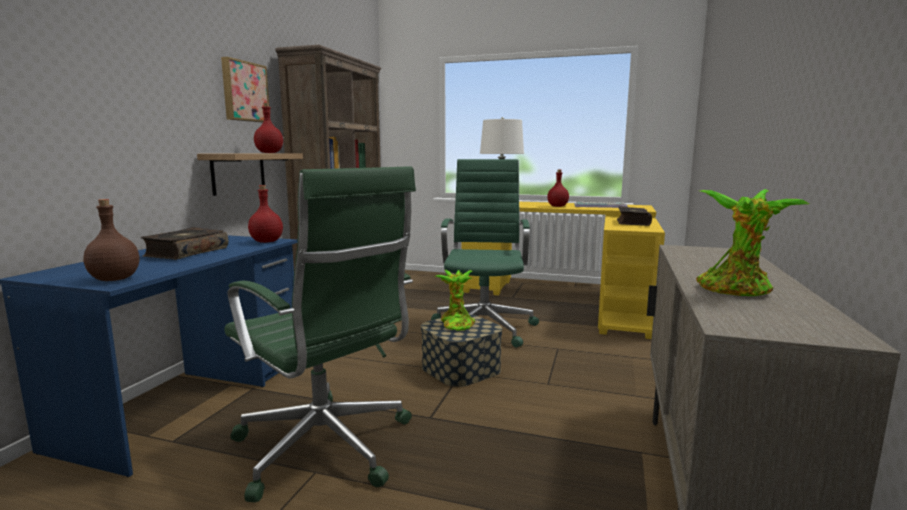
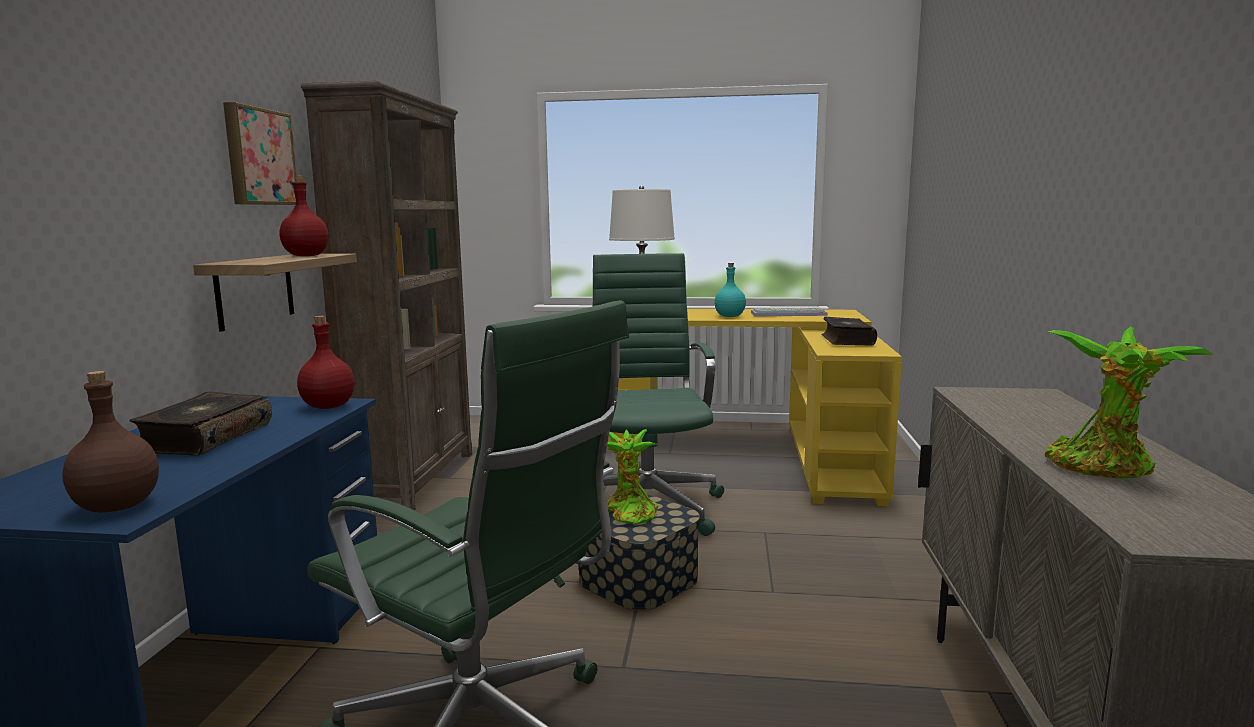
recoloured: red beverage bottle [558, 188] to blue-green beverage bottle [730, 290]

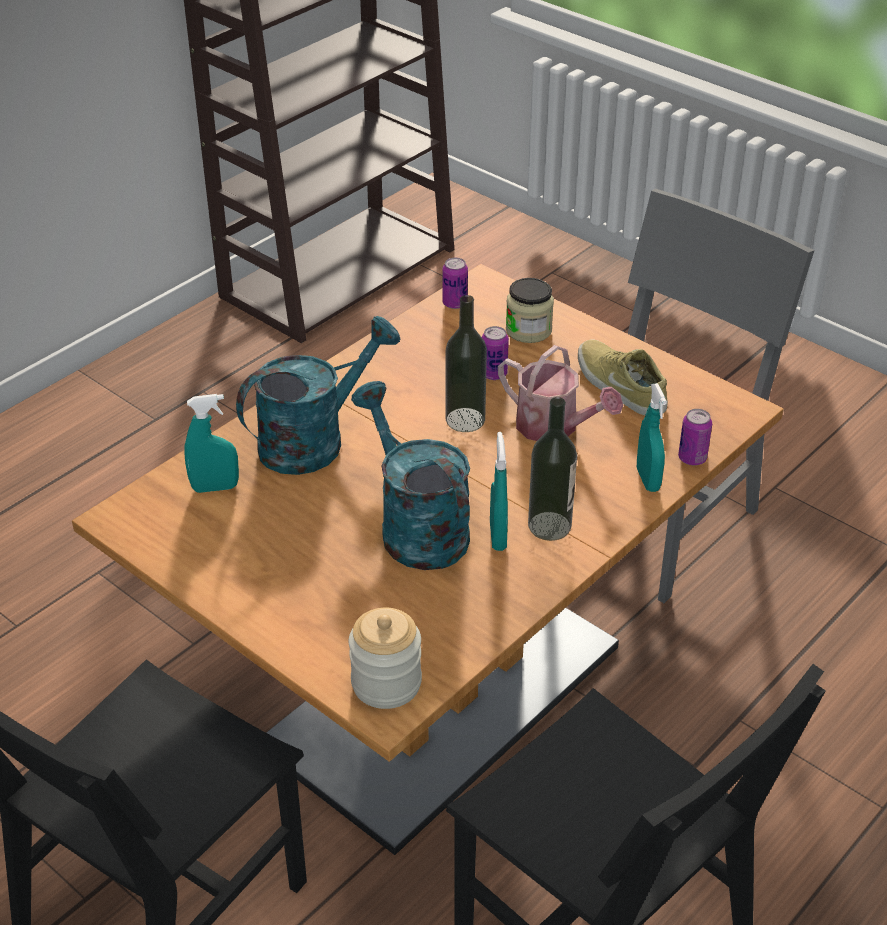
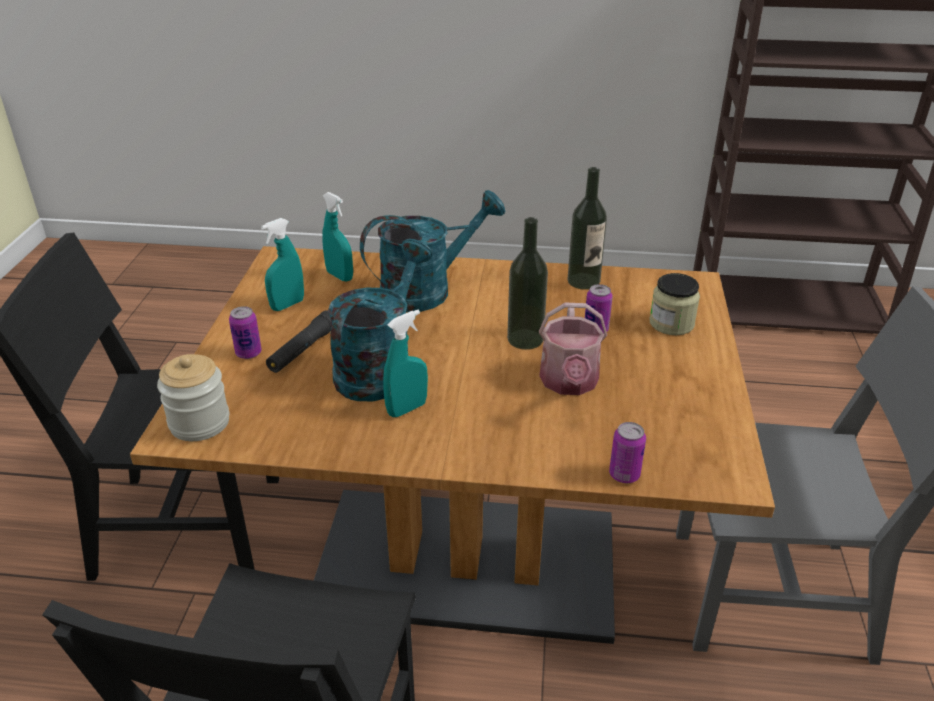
removed: sand-coloured item of footwear [623, 377]
added: blackish hand torch [298, 342]
moved: sealed can [455, 283] to [245, 332]; beverage bottle [552, 469] to [587, 228]; blue-green hand sprayer [652, 437] to [282, 264]
turned: blue-green sprinkling can [318, 395] = [432, 251] 45 degrees counterclockwise

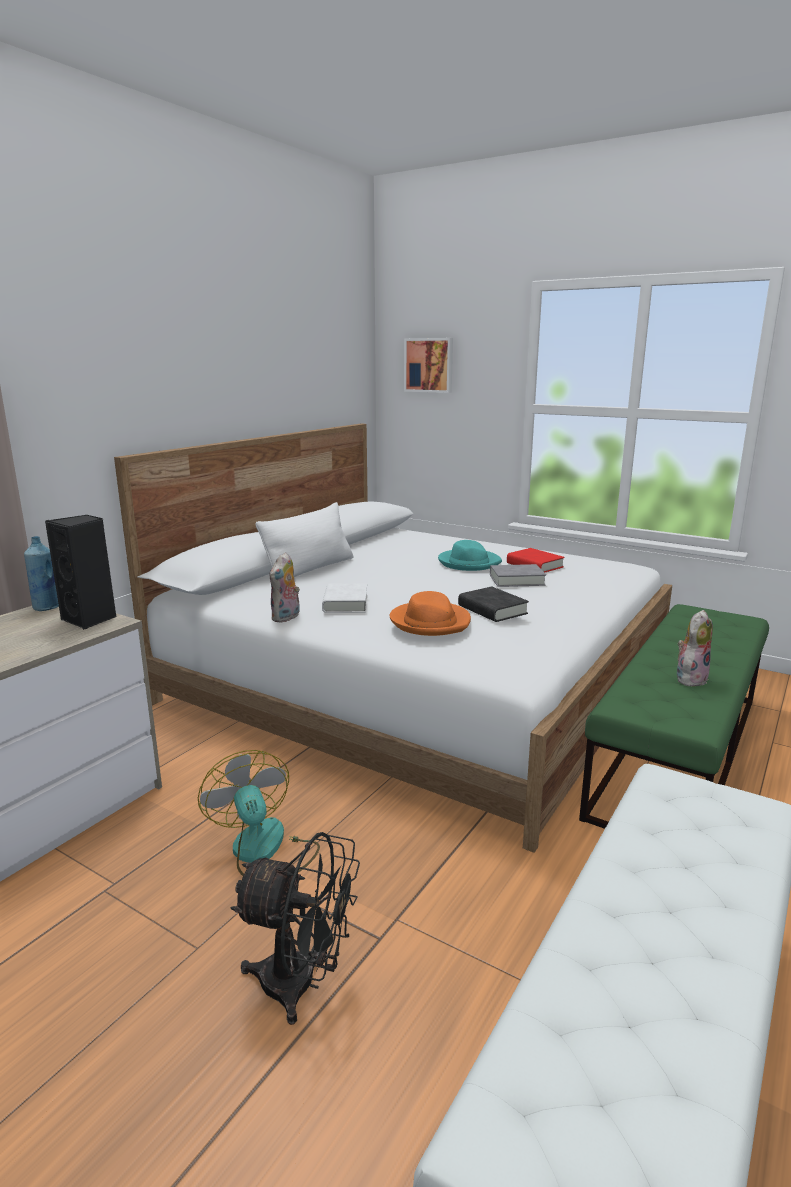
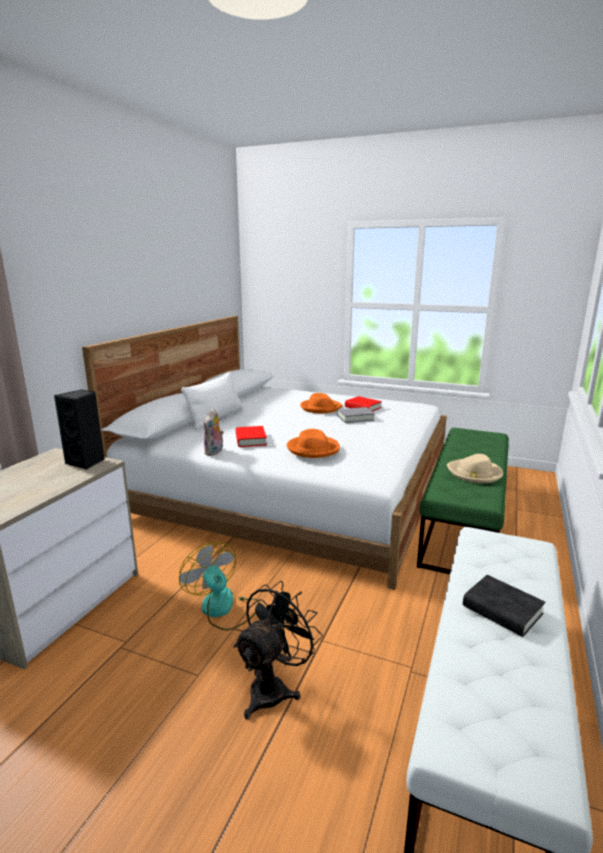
removed: blue beverage bottle [41, 573]; picture [428, 365]
moved: blackish bound book [493, 604] to [504, 606]
replaced: cuddly toy [695, 648] to sand-coloured wearable hat [475, 468]
recoloured: white-coloured bound book [344, 598] to red bound book [251, 436]; blue-green wearable hat [470, 555] to orangey wearable hat [321, 403]
turned: blackish electric fan [295, 928] = [278, 650] 60 degrees counterclockwise

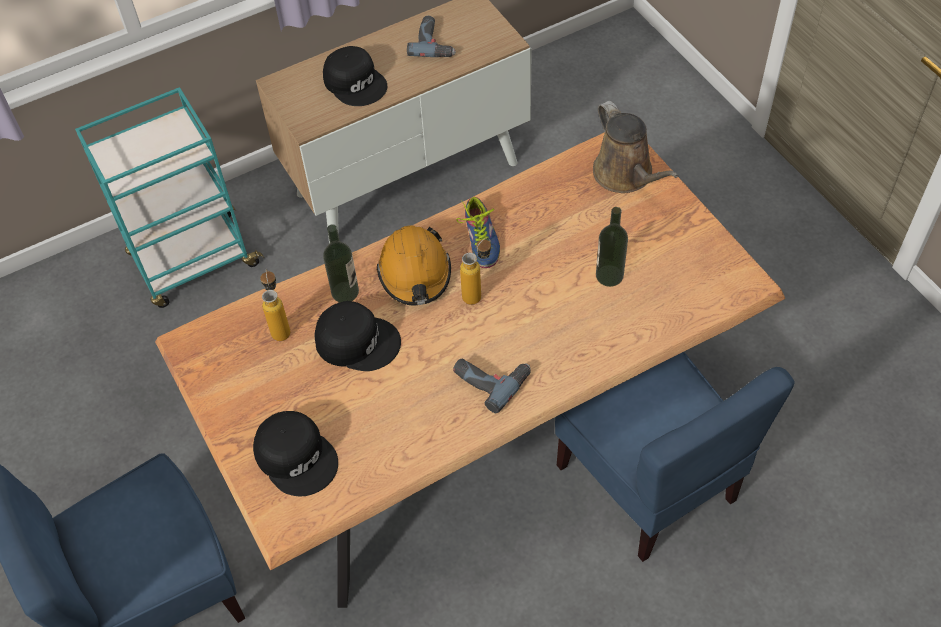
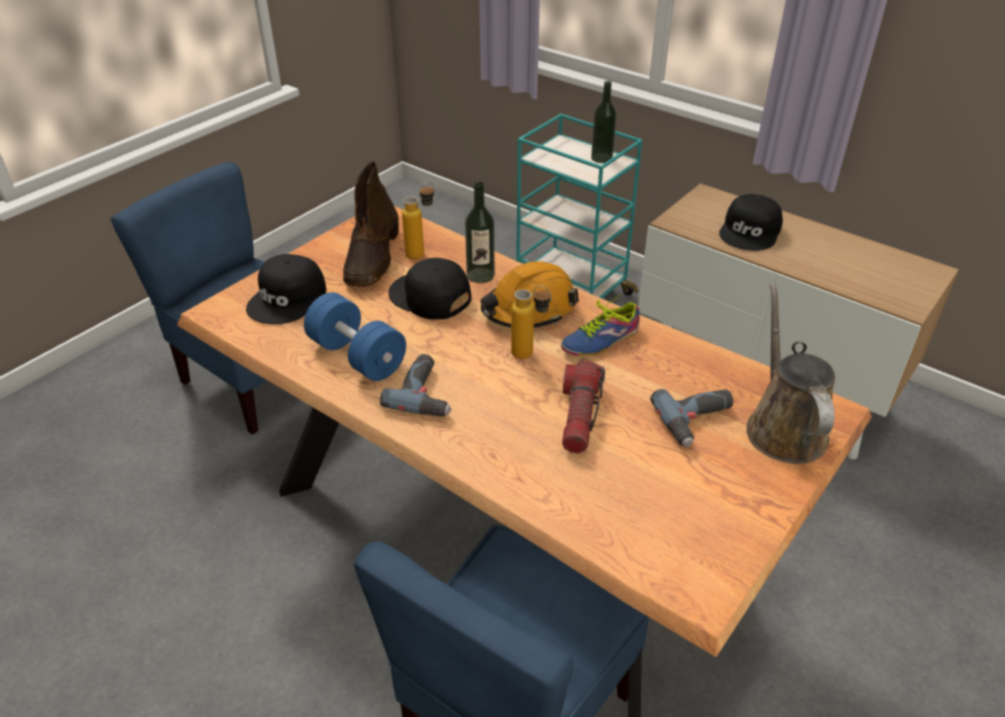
added: blue hand weight [355, 336]; brownish high-top boot [371, 224]; hand torch [583, 407]
moved: electric drill [431, 36] to [691, 418]; beverage bottle [612, 247] to [604, 122]
turned: blackish cap [357, 336] = [429, 289] 135 degrees clockwise; brownish sprinkling can [636, 147] = [790, 373] 135 degrees clockwise

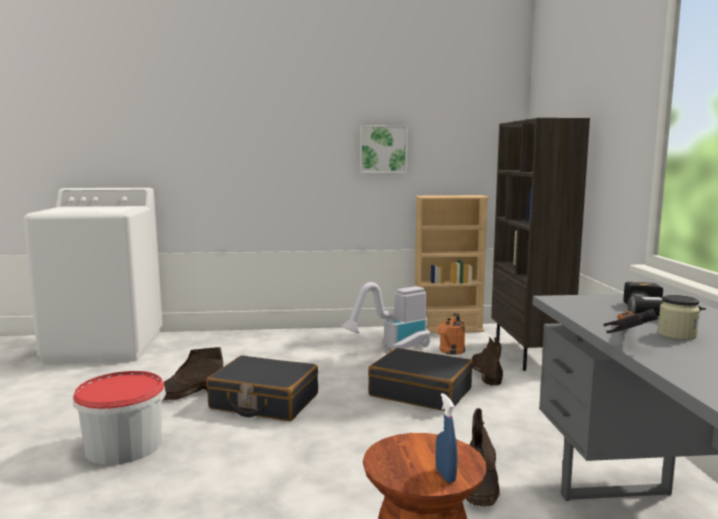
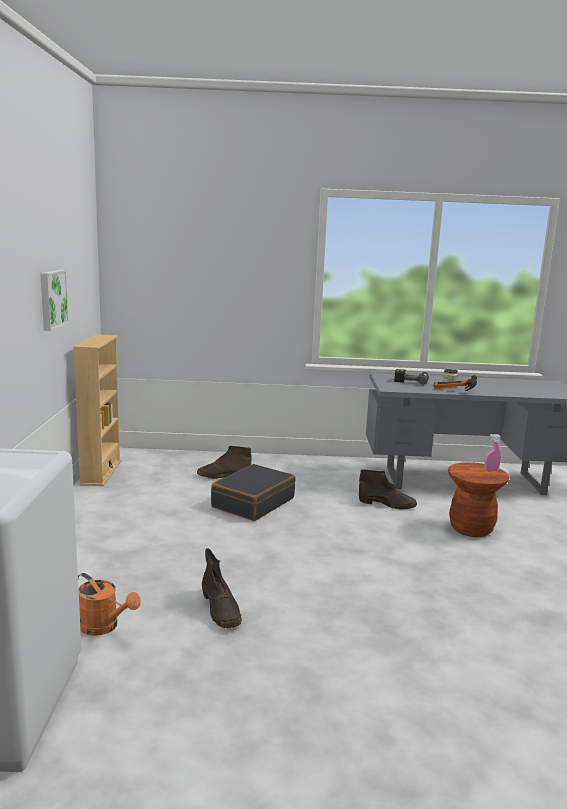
removed: water bucket [119, 418]; blackish piece of luggage [262, 388]; vacuum [385, 315]; brownish shelving unit [540, 244]
moved: orangey sprinkling can [450, 334] to [109, 604]
recoloured: blue hand sprayer [446, 438] to pinkish hand sprayer [492, 452]

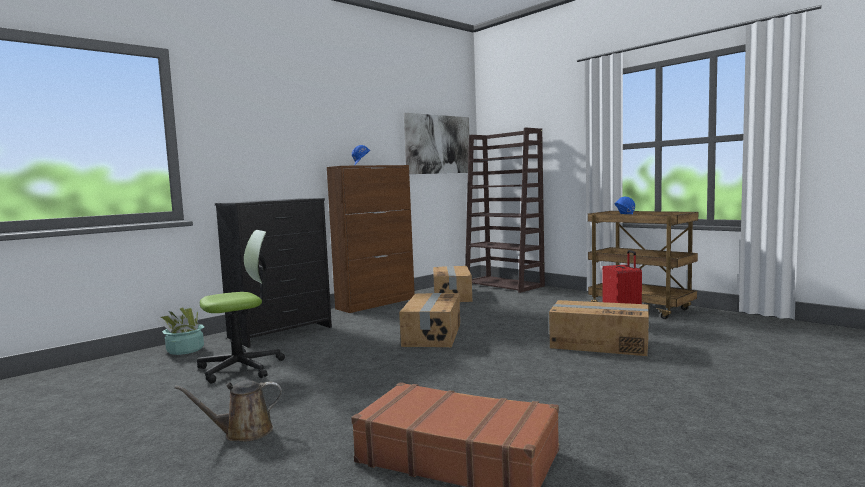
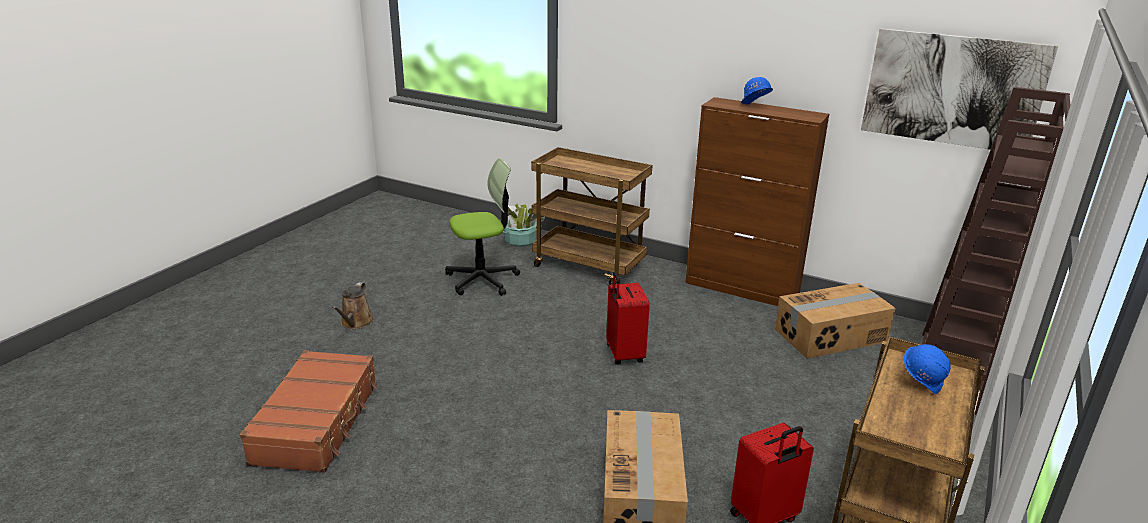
replaced: blackish drawer chest [273, 273] to brownish trolley [592, 216]; carton [429, 320] to red piece of luggage [628, 318]
turned: brownish sprinkling can [228, 411] = [353, 305] 135 degrees counterclockwise; computer chair [241, 306] = [482, 227] 60 degrees counterclockwise

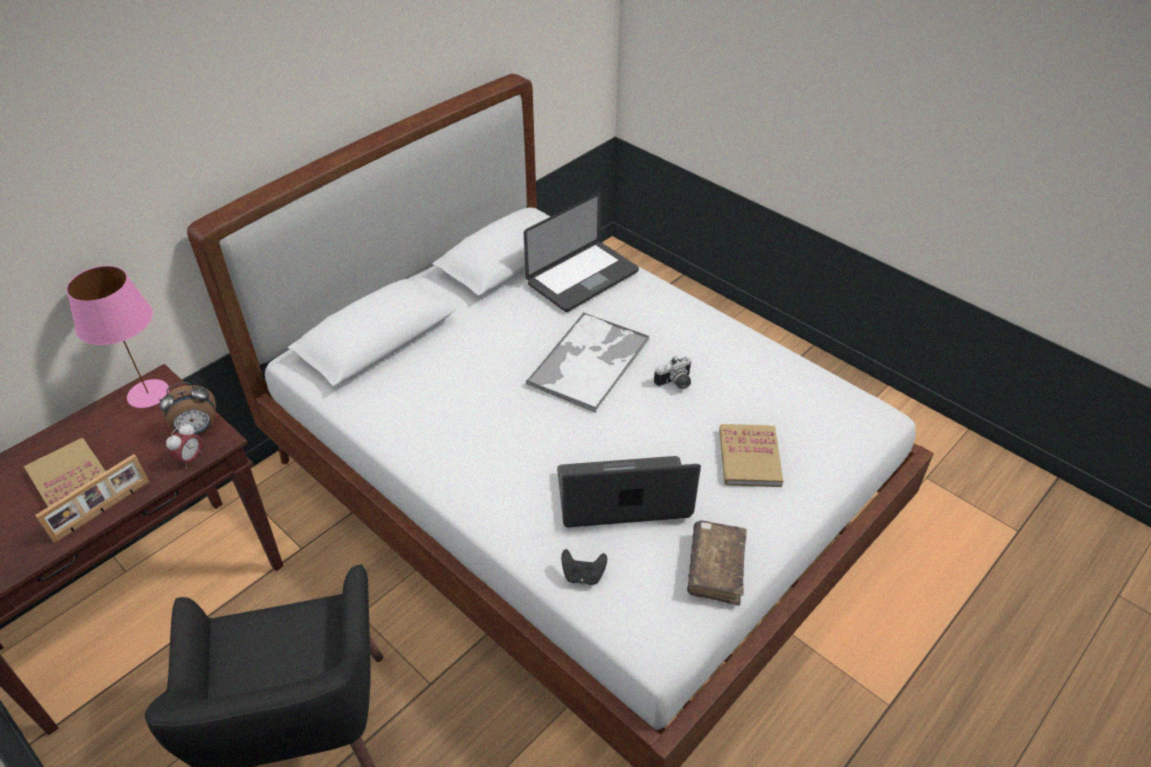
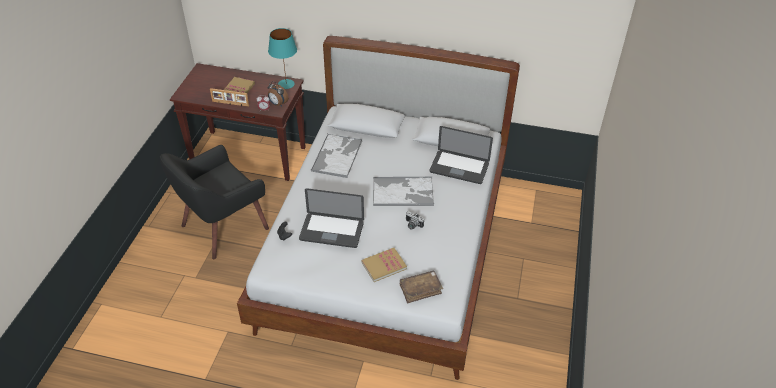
added: serving tray [337, 156]
moved: brownish bound book [717, 563] to [421, 286]
recoloured: pinkish table lamp [117, 337] to blue-green table lamp [282, 58]
turned: notebook computer [629, 491] = [331, 218] 135 degrees clockwise

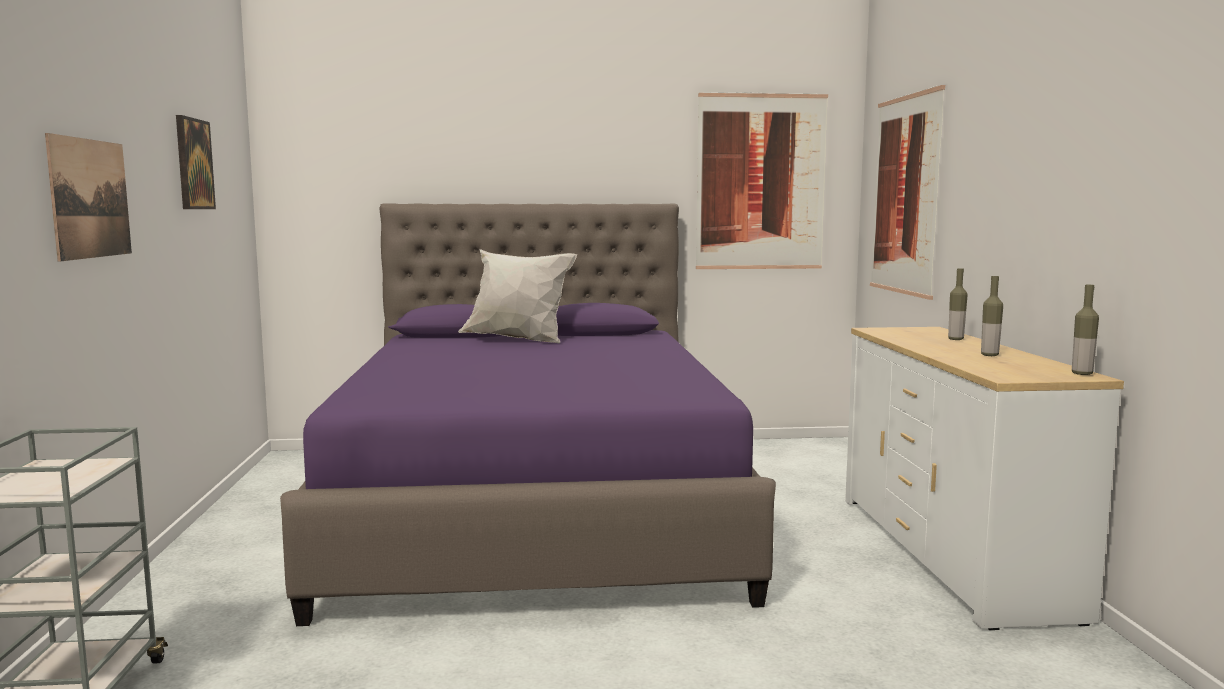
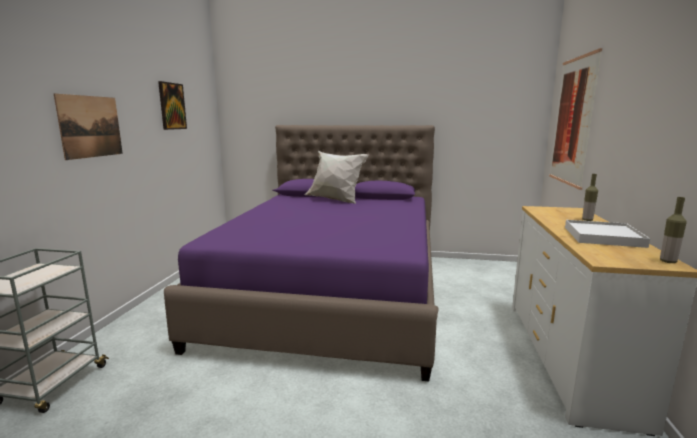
removed: picture [762, 180]
replaced: beverage bottle [992, 316] to white-coloured serving tray [607, 234]

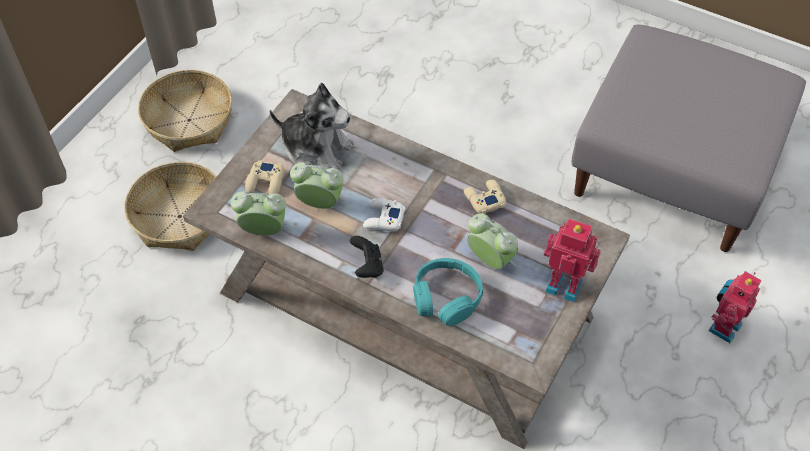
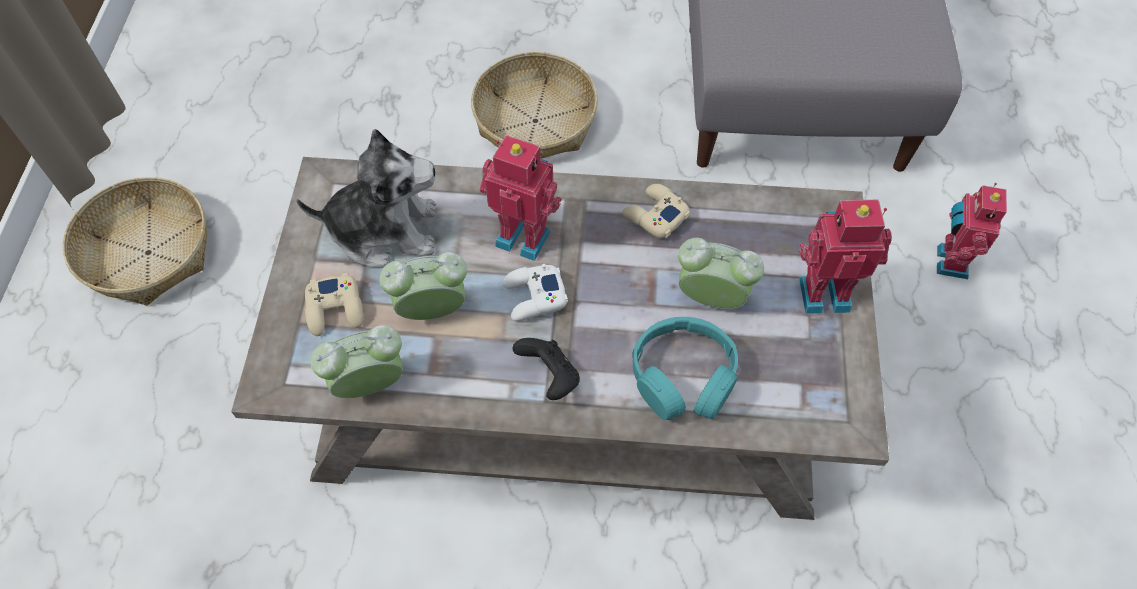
added: model robot [521, 198]
moved: household basket [170, 206] to [534, 105]

